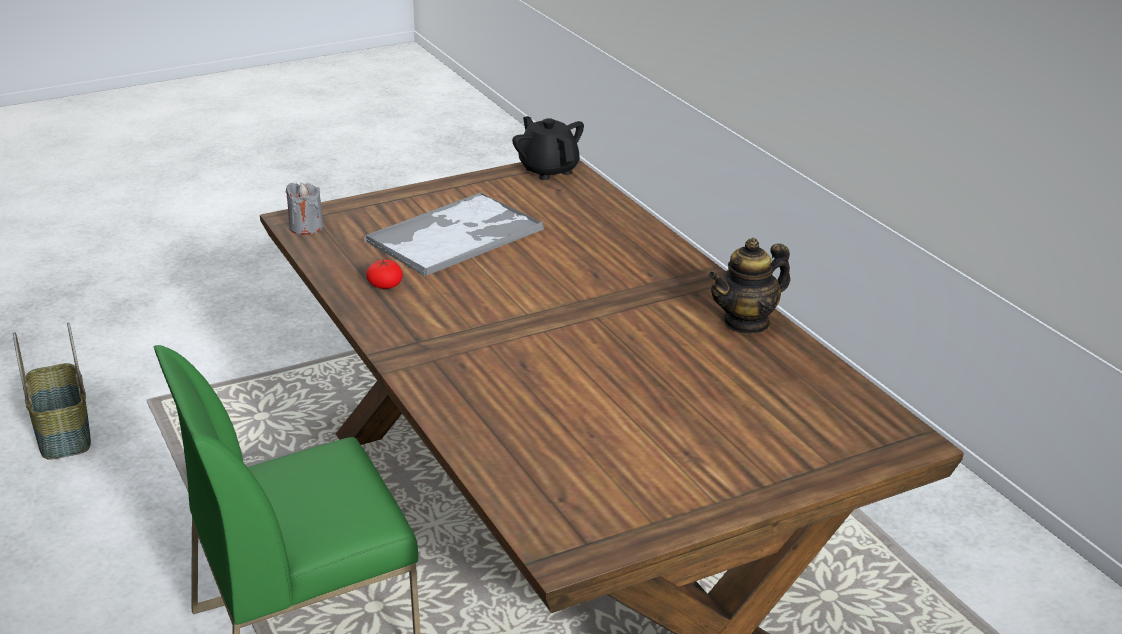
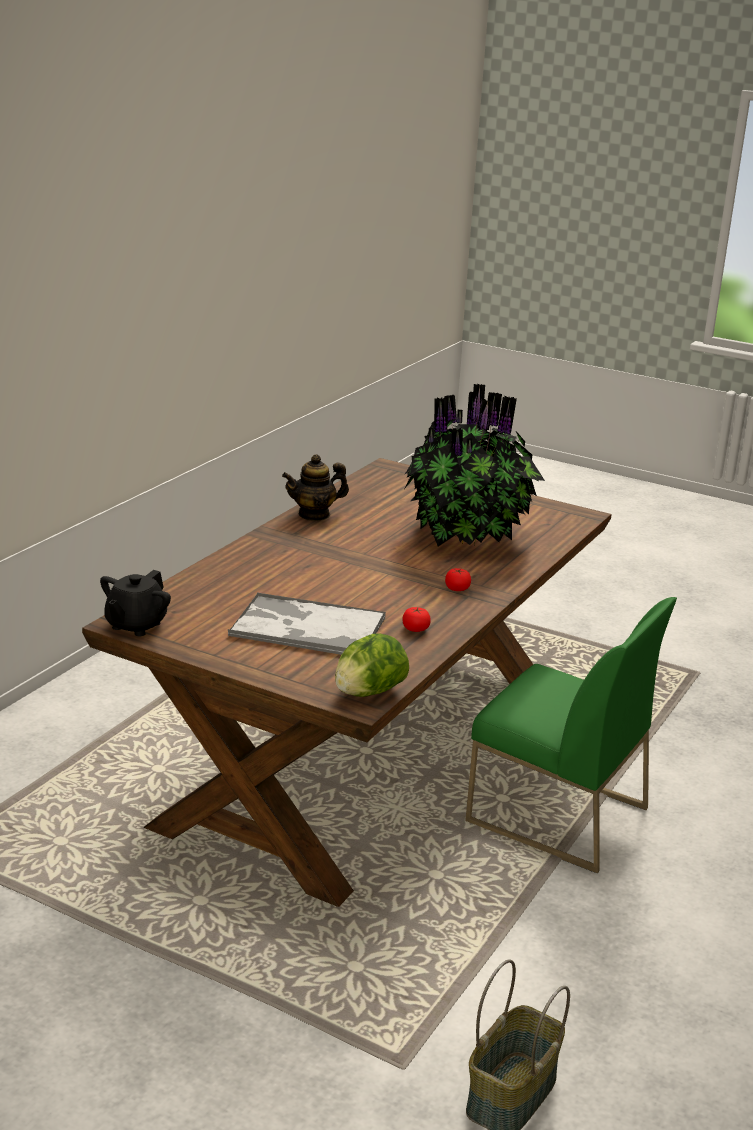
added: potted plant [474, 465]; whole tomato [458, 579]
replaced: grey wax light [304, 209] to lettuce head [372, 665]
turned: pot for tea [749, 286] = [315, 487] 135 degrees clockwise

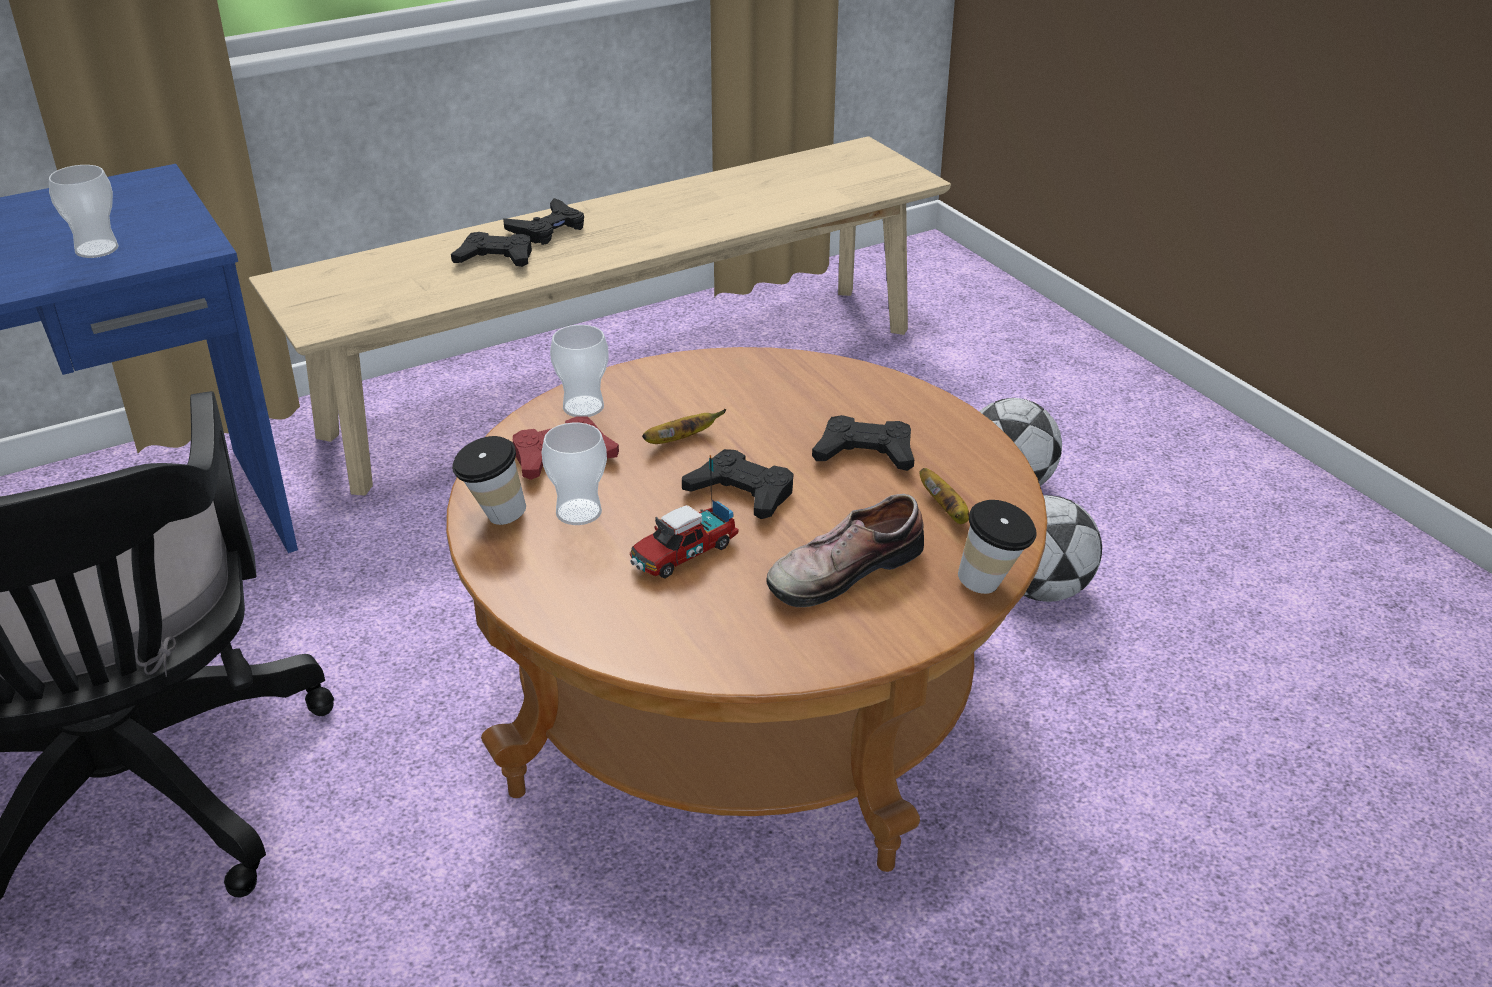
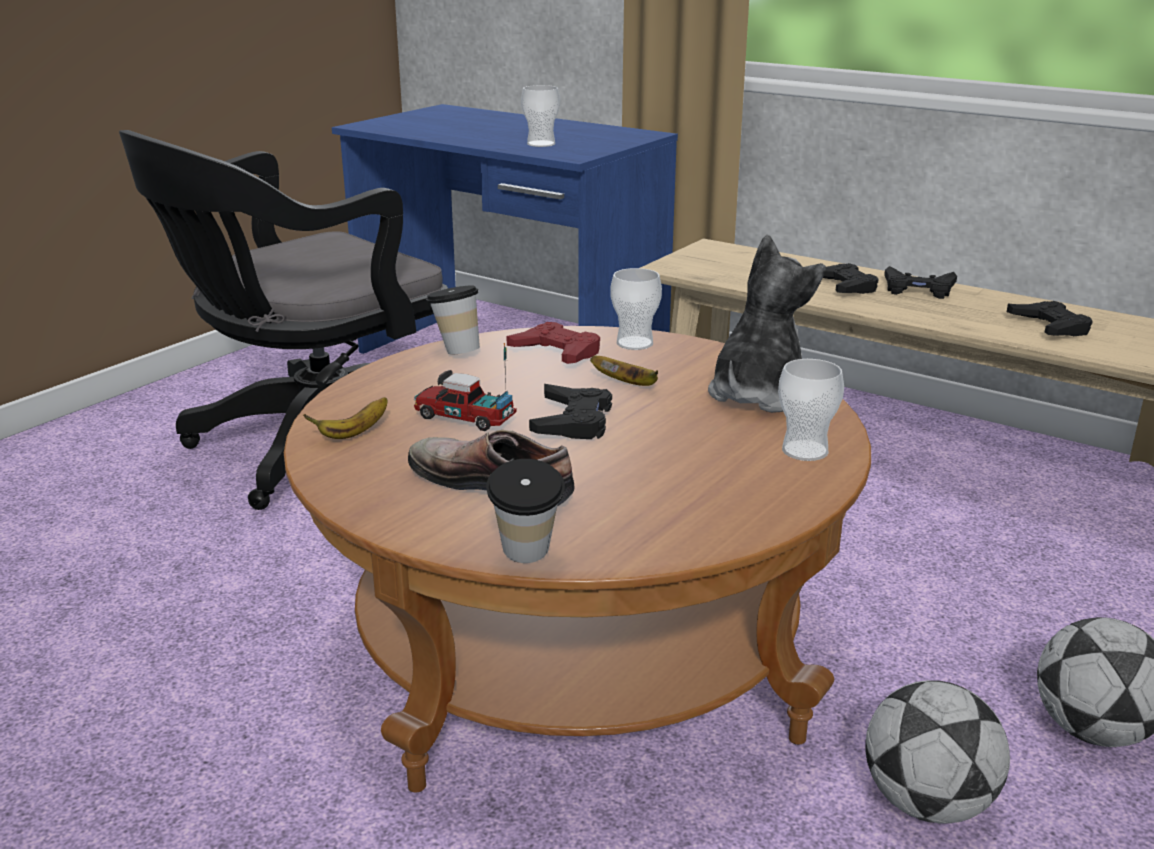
added: cuddly toy [767, 323]
moved: small cup [574, 473] to [811, 410]; blackish joypad [863, 443] to [1050, 318]; banana [944, 496] to [345, 418]

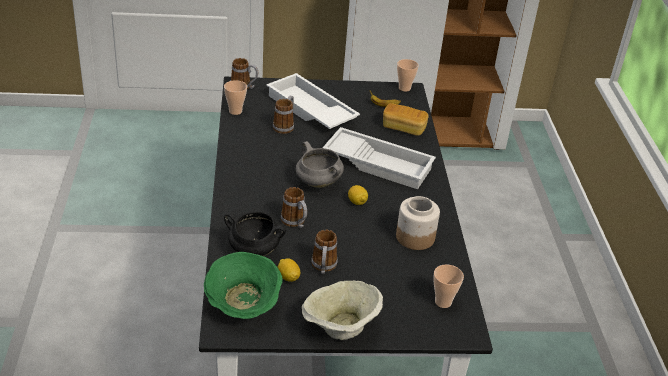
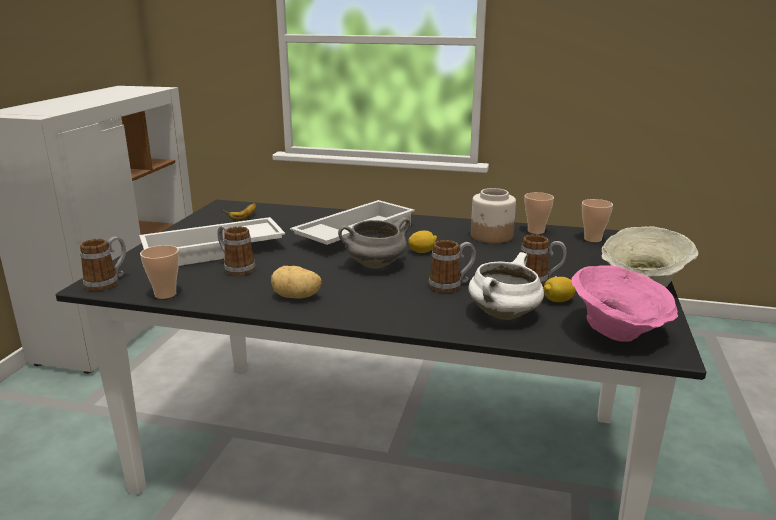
removed: baked bread [406, 119]
added: whole potato [296, 282]
moved: small cup [408, 75] to [539, 213]
recoloured: greenish serving bowl [243, 285] to pinkish serving bowl [624, 303]; blackish saucepot [255, 233] to white-coloured saucepot [506, 286]

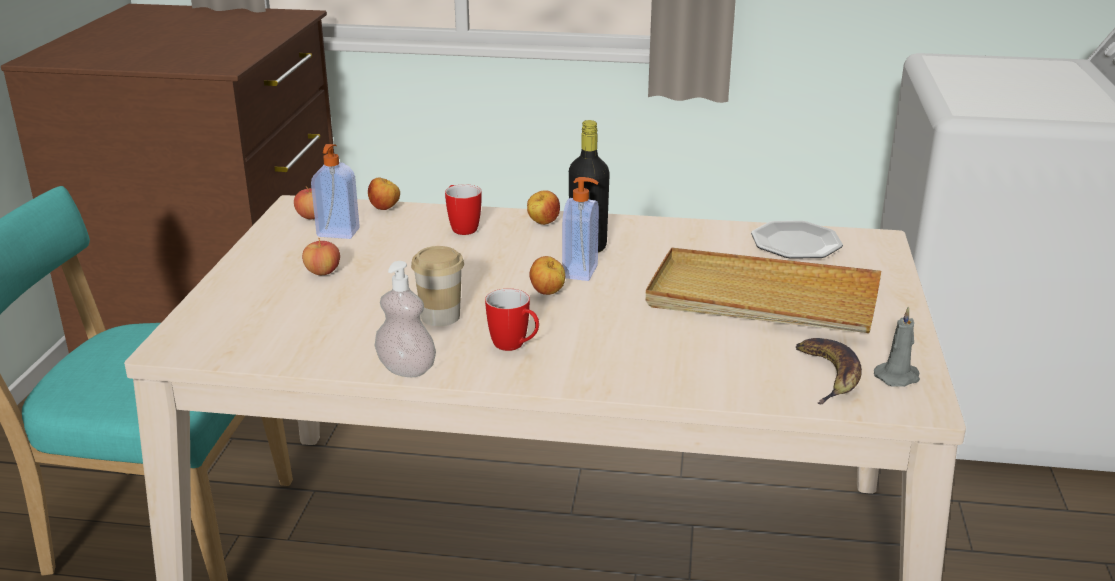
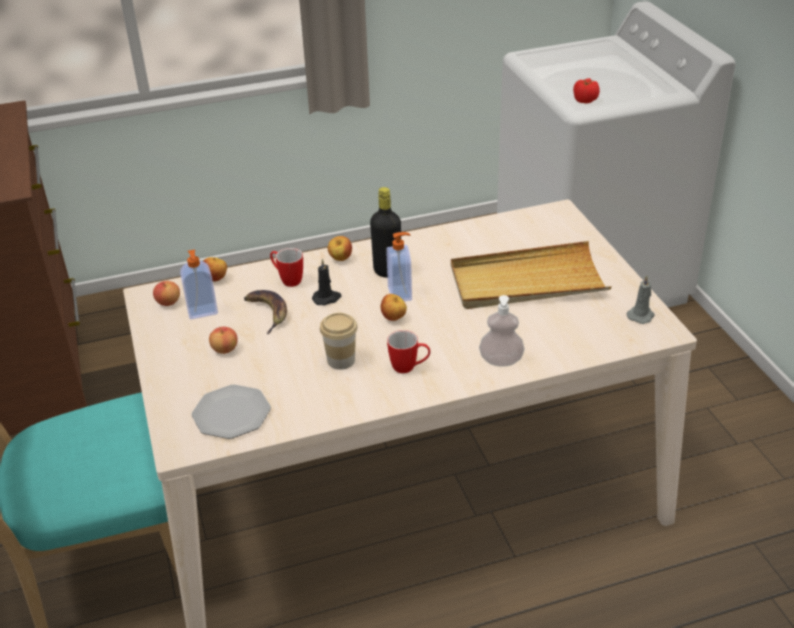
added: blackish wax light [326, 282]; whole tomato [586, 90]
moved: soap dispenser [405, 319] to [502, 331]; flat dish [797, 240] to [231, 412]; banana [829, 371] to [265, 312]

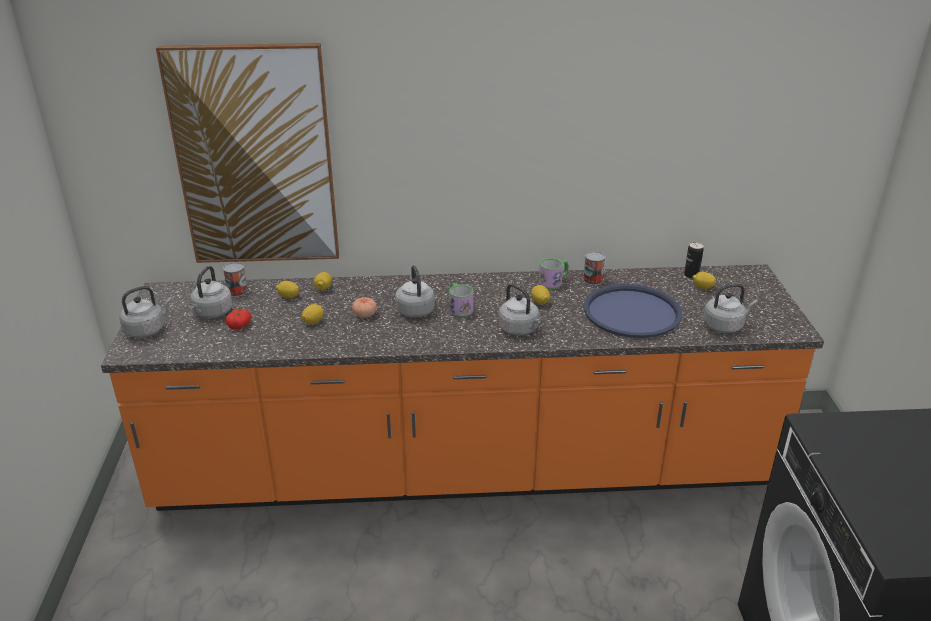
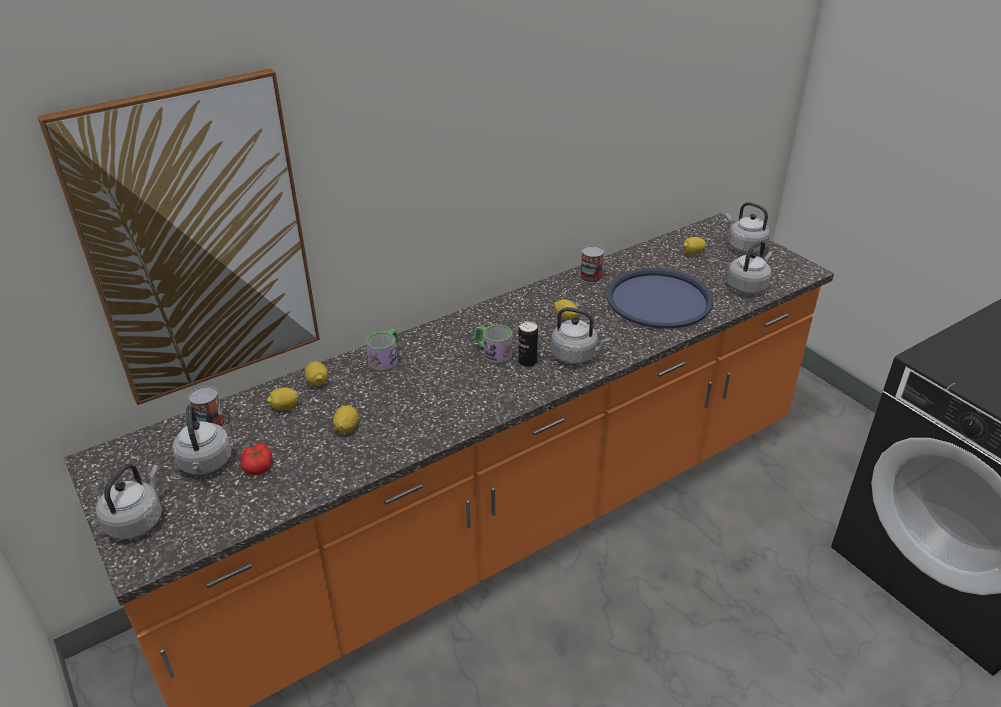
removed: whole tomato [364, 307]
moved: grey water kettle [415, 291] to [747, 228]; tea mug [553, 273] to [382, 350]; sealed can [694, 260] to [528, 344]

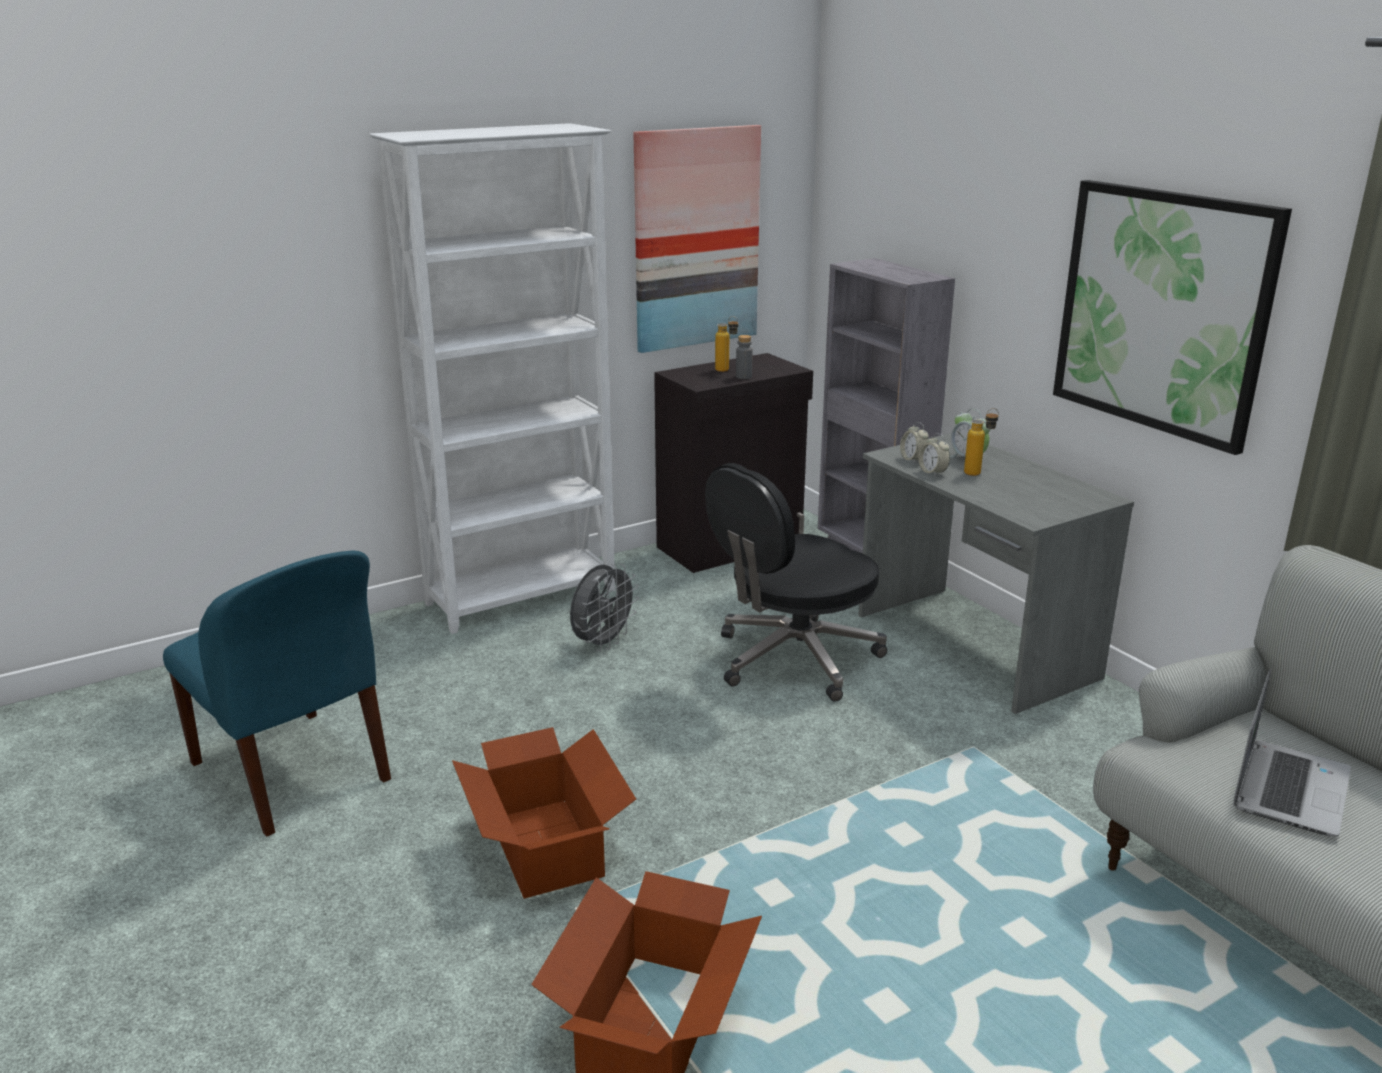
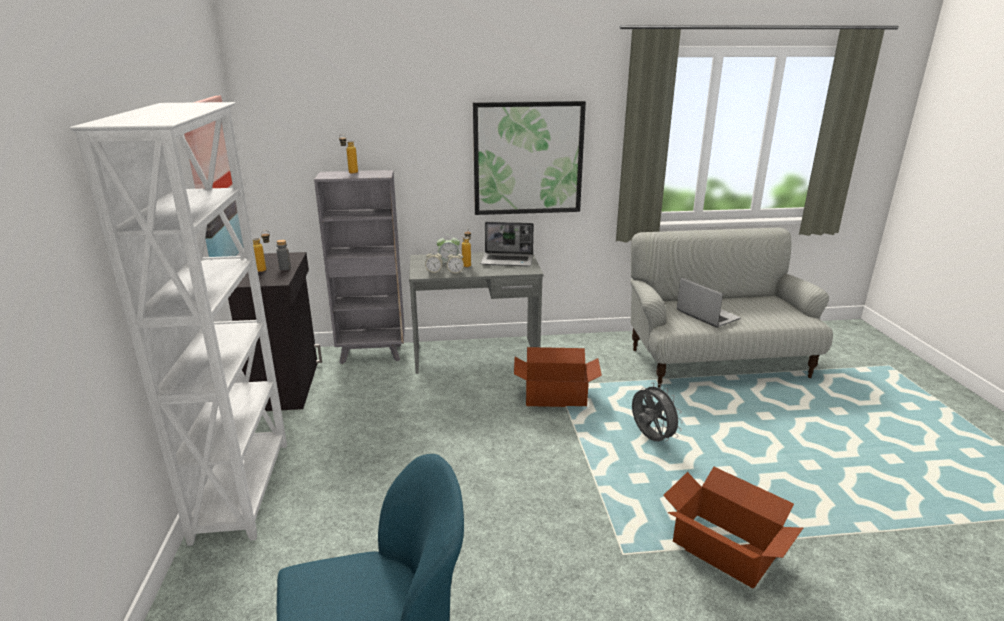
removed: blackish computer chair [796, 582]
added: beverage bottle [348, 154]; notebook computer [507, 244]
moved: carton [544, 813] to [558, 377]; grey electric fan [604, 607] to [657, 412]

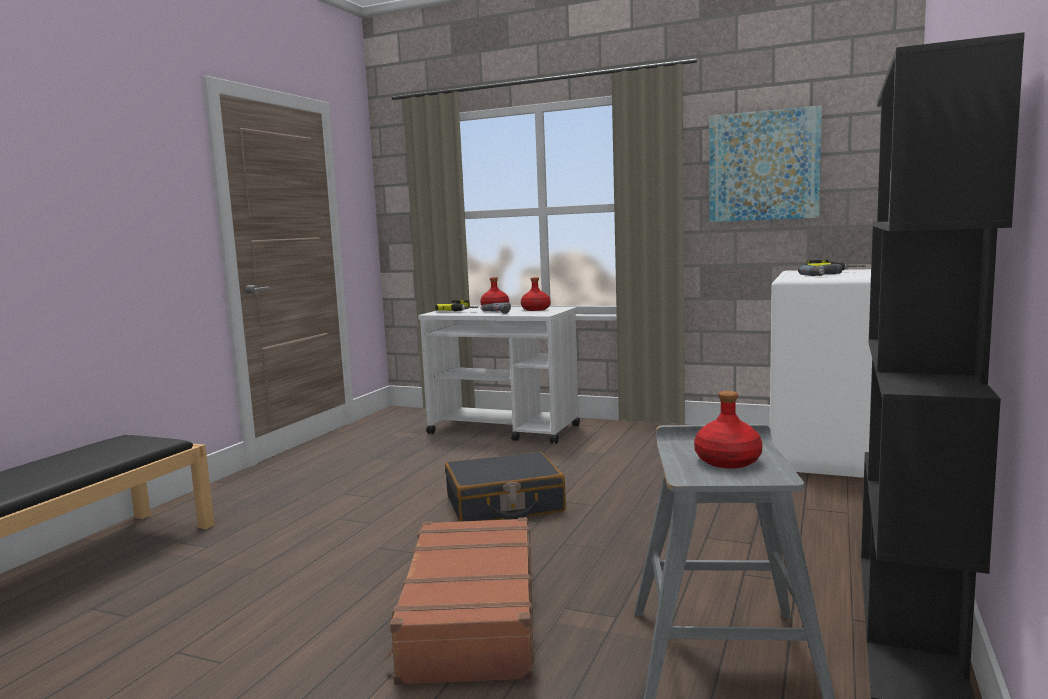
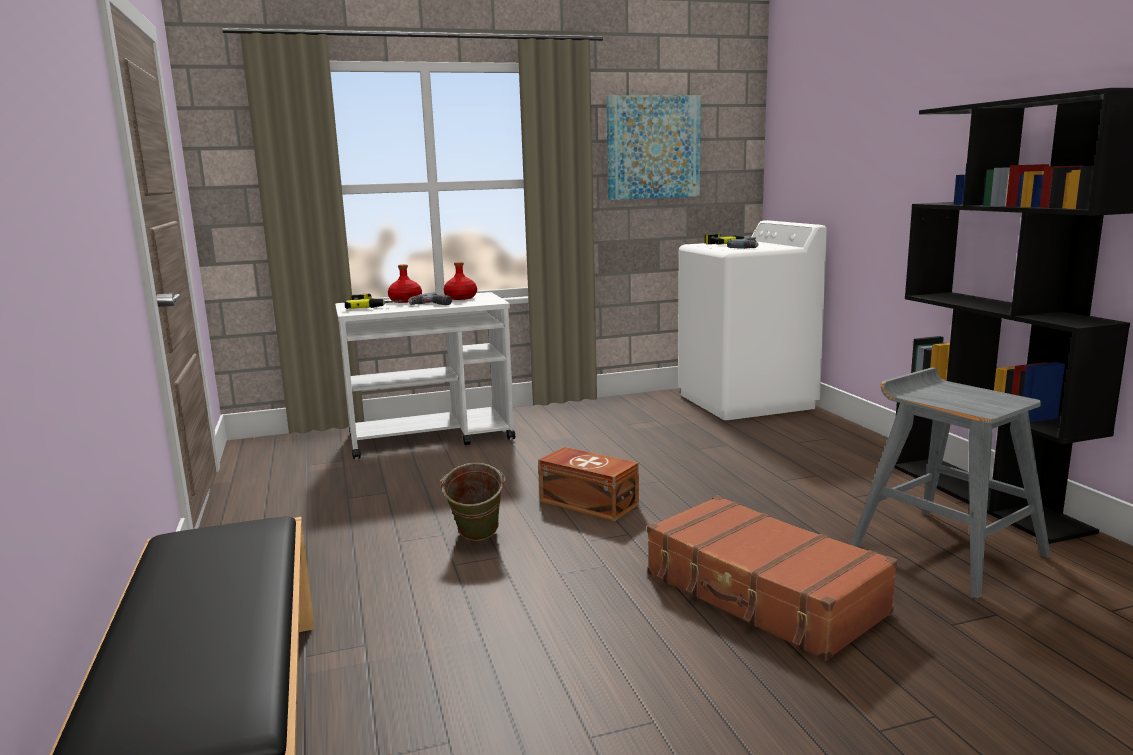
removed: red beverage bottle [728, 430]
added: greenish water bucket [473, 502]
replaced: blackish piece of luggage [505, 487] to brownish storage box [588, 484]

